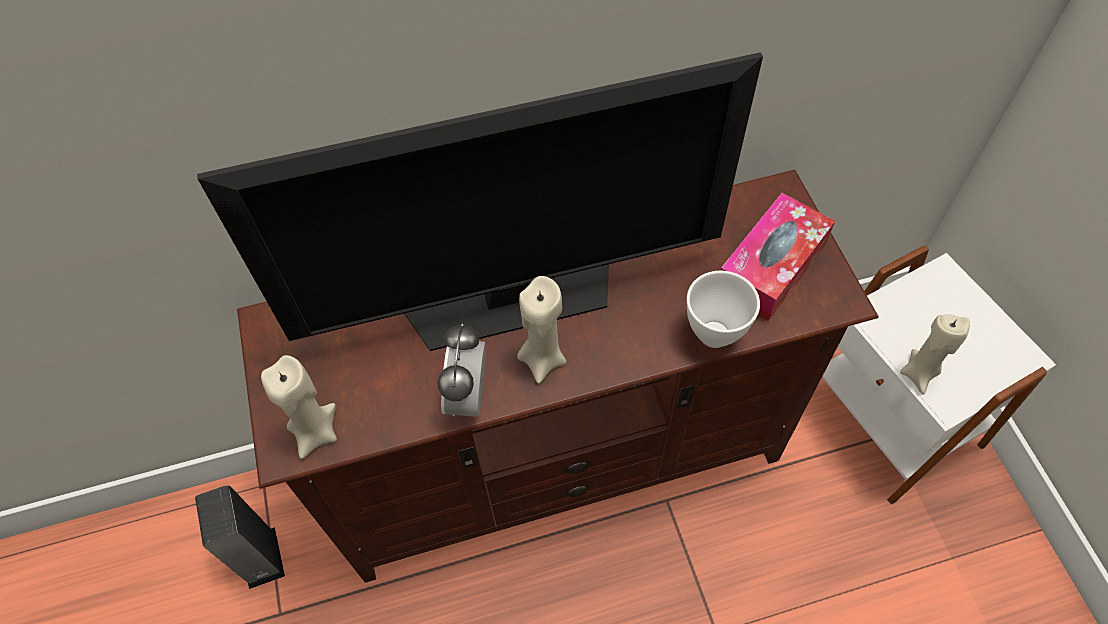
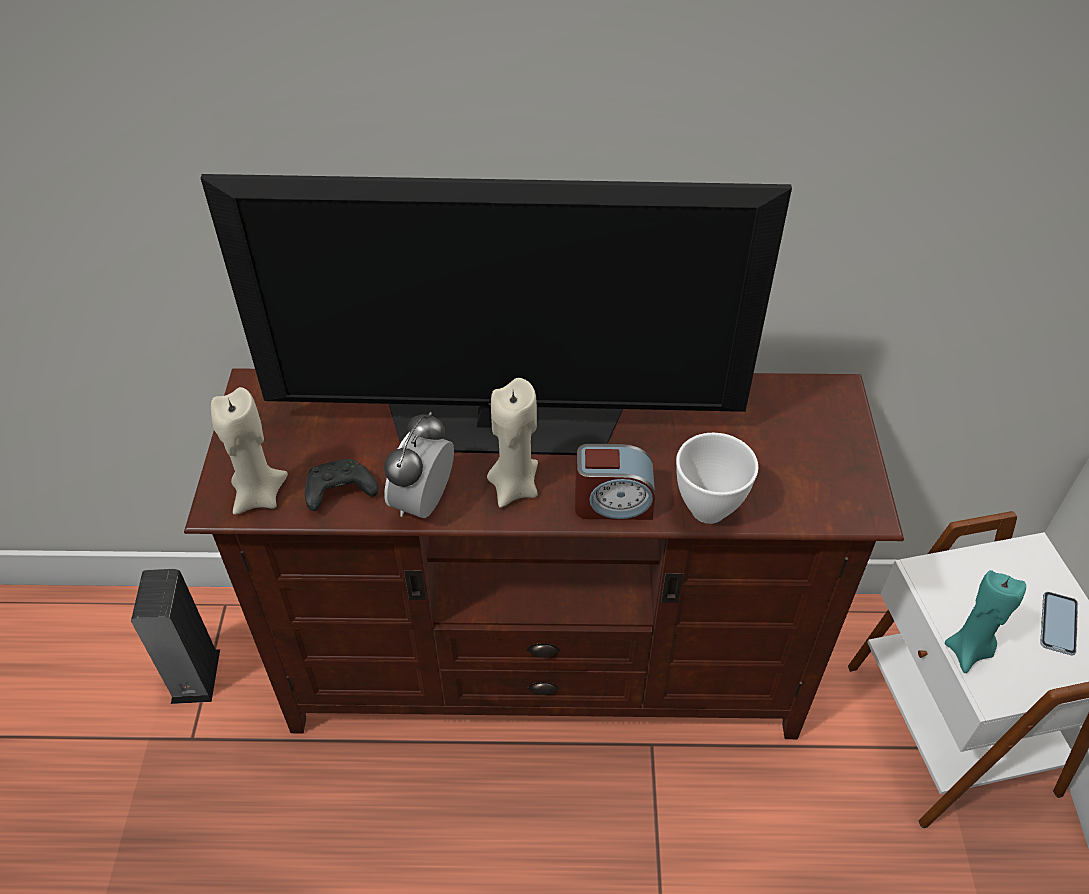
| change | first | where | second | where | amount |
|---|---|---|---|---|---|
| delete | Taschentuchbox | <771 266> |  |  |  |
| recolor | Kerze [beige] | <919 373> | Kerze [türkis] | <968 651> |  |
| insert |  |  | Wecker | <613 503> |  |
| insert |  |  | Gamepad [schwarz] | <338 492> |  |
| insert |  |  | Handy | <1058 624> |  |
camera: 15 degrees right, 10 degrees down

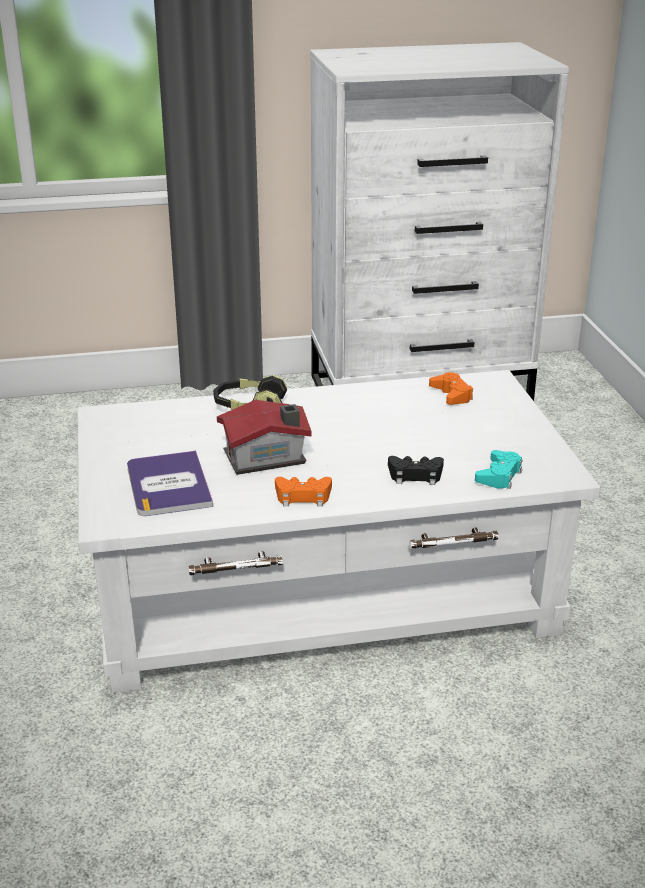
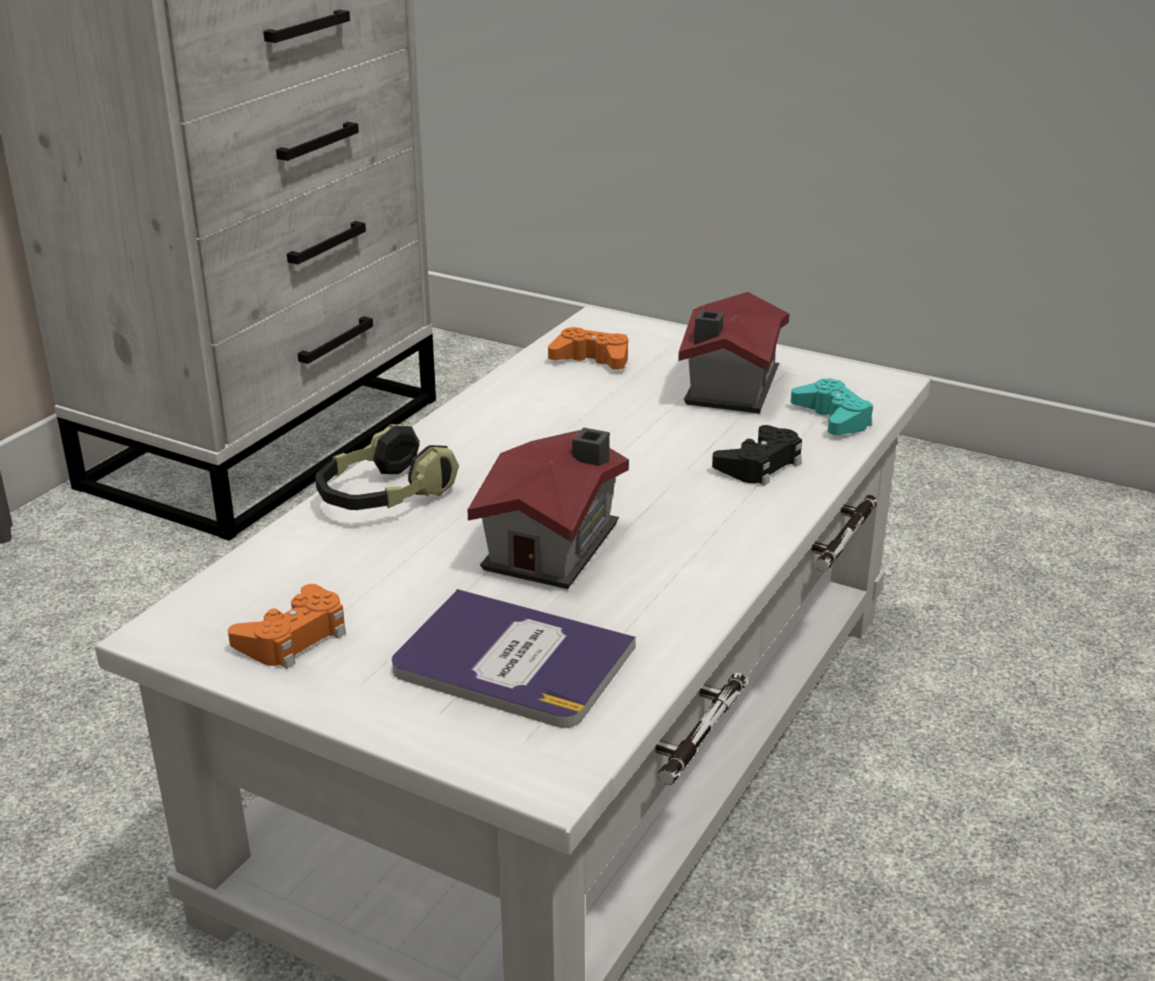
| change | first | where | second | where | amount |
|---|---|---|---|---|---|
| move | Gamepad [orange] | <303 496> |  | <294 637> |  |
| insert |  |  | Spielzeughaus | <728 387> |  |
camera: 50 degrees left, 0 degrees up

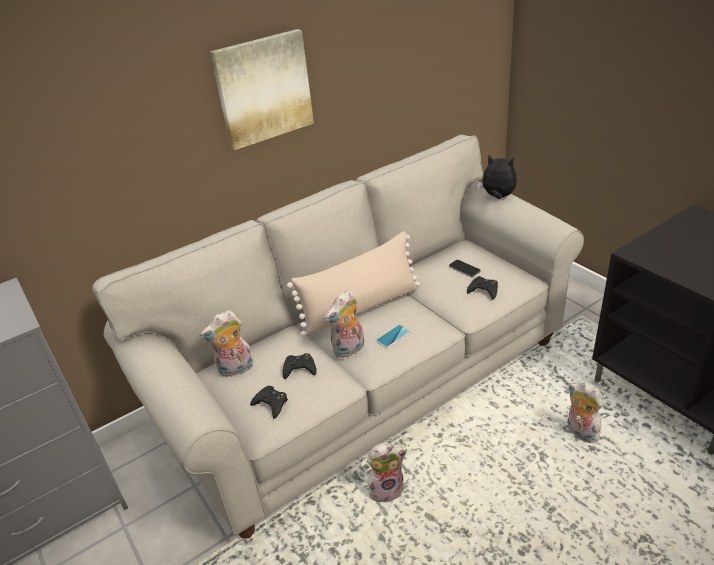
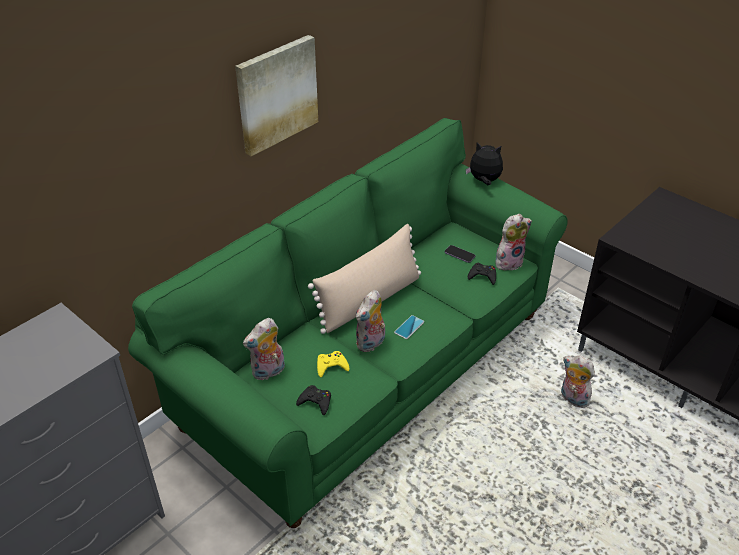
| change | first | where | second | where | amount |
|---|---|---|---|---|---|
| recolor | Sofa [beige] | <367 383> | Sofa [grün] | <369 370> |  |
| recolor | Gamepad [schwarz] | <299 369> | Gamepad [gelb] | <331 366> |  |
| move | Plüschtier | <387 489> |  | <509 261> |  |
camera: 15 degrees left, 5 degrees up

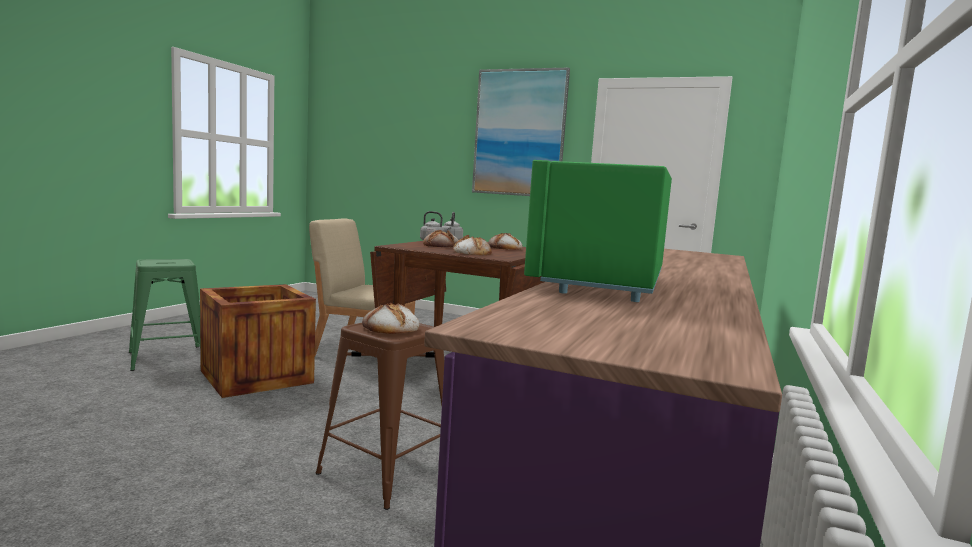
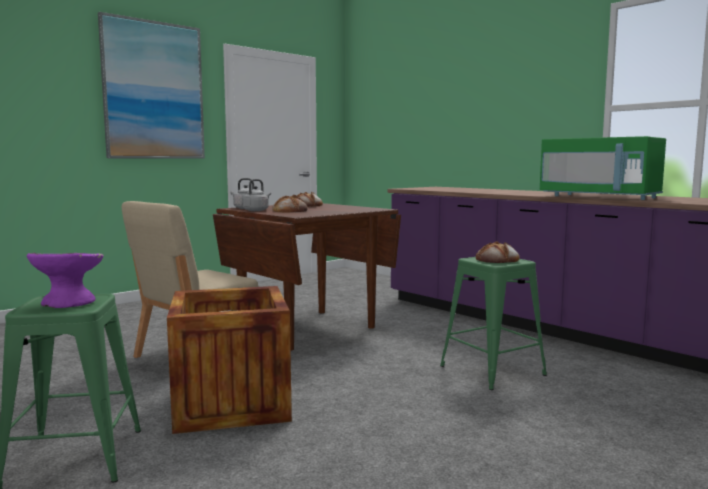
| change | first | where | second | where | amount |
|---|---|---|---|---|---|
| delete | Brot | <471 252> |  |  |  |
| recolor | Hocker [braun] | <386 471> | Hocker [grün] | <492 370> |  |
| insert |  |  | Schüssel [lila] | <68 302> |  |
camera: 65 degrees left, 0 degrees up

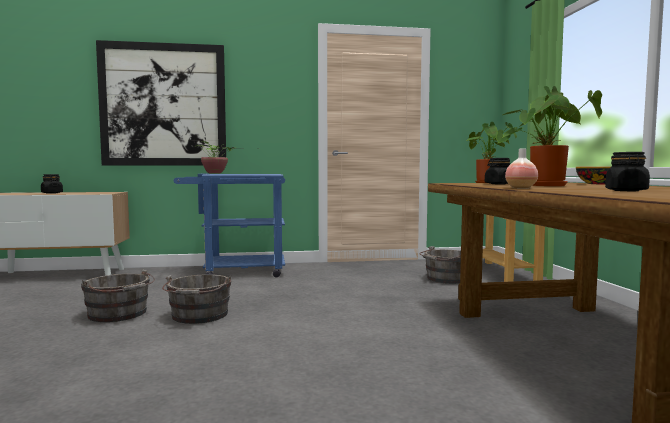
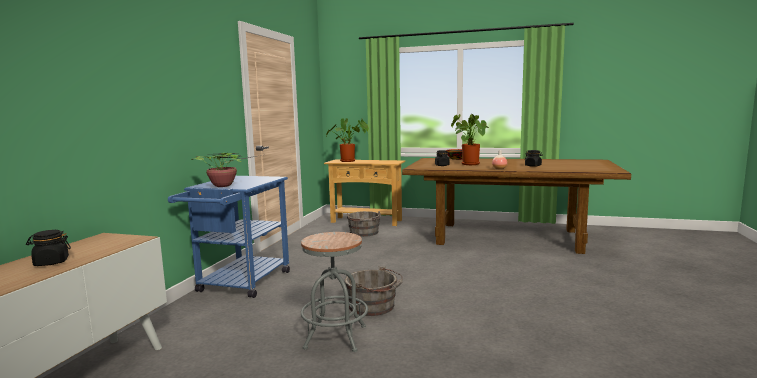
| change | first | where | second | where | amount |
|---|---|---|---|---|---|
| delete | Bild | <164 105> |  |  |  |
| replace | Eimer [grau] | <119 314> | Hocker [grau] | <335 337> |  |
camera: 65 degrees left, 5 degrees up

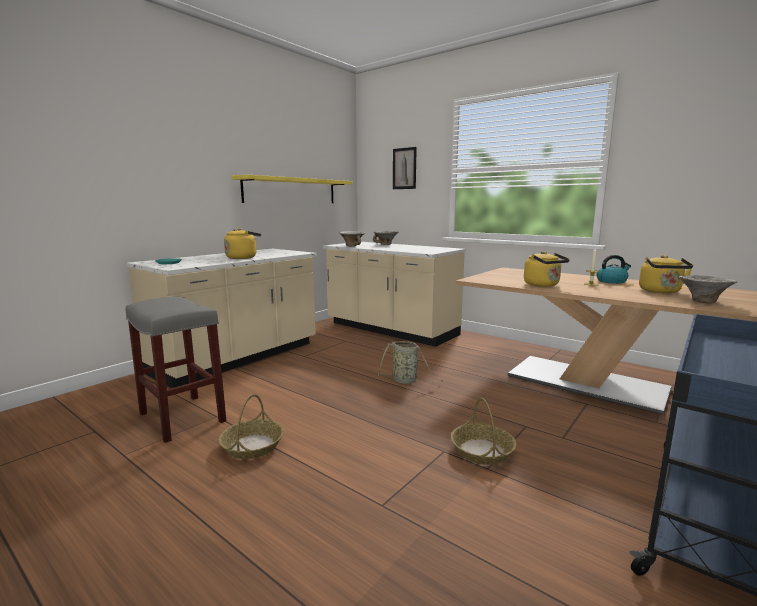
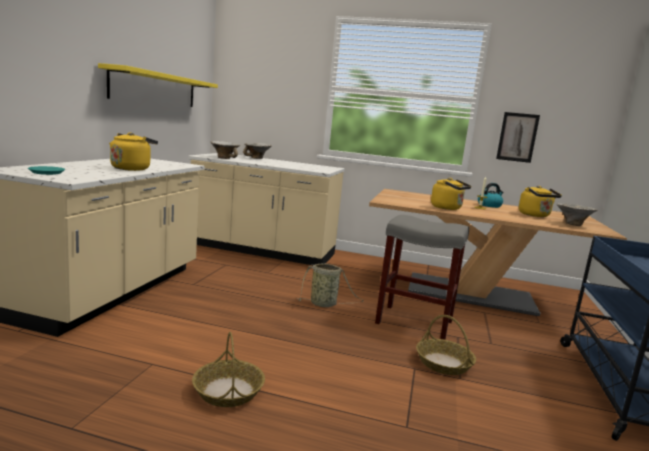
| change | first | where | second | where | amount |
|---|---|---|---|---|---|
| move | Bild | <404 168> |  | <517 137> |  |
| move | Hocker [grau] | <181 417> |  | <413 322> |  |
camera: 25 degrees left, 0 degrees up

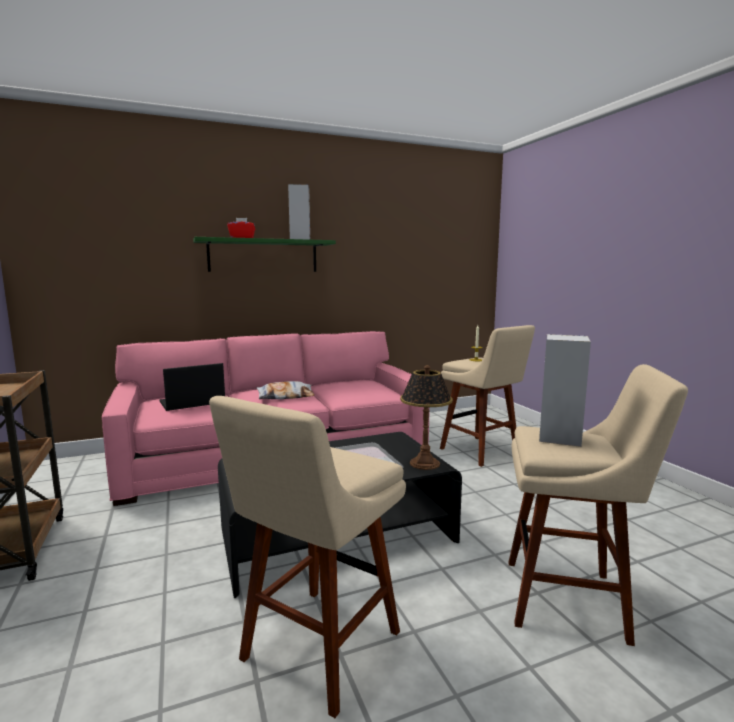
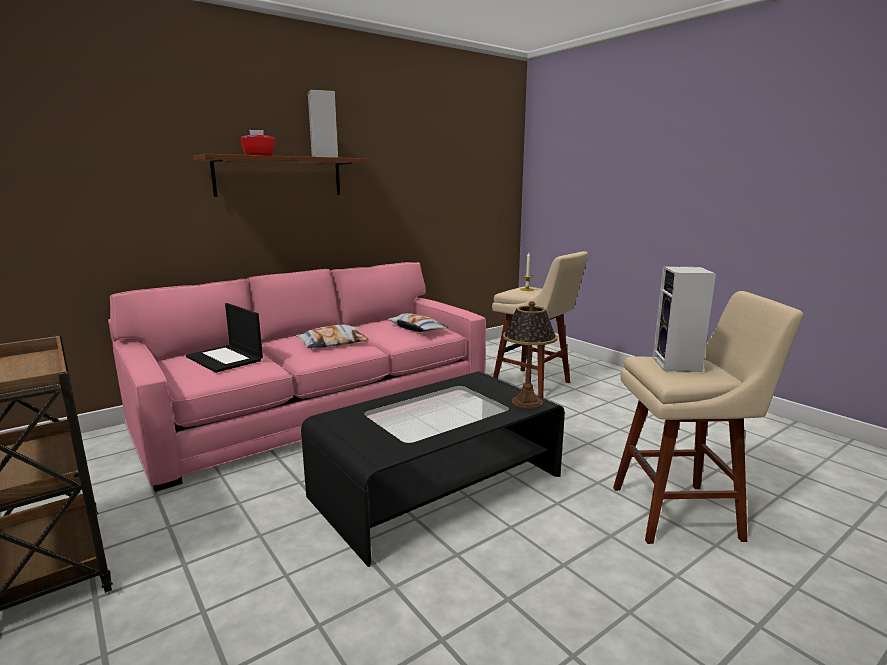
| change | first | where | second | where | amount |
|---|---|---|---|---|---|
| recolor | Wandregal [grün] | <263 256> | Wandregal [braun] | <279 176> |  |
| rotate | Laptop | <192 402> |  | <225 359> | 90 degrees counterclockwise |
| delete | Hocker [beige] | <316 650> |  |  |  |
| insert |  |  | Kissen | <417 328> |  |
camera: 15 degrees left, 5 degrees up

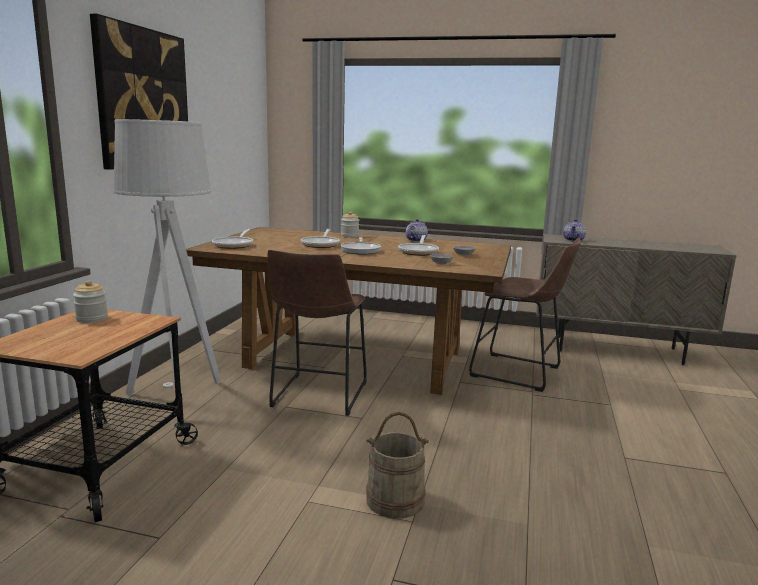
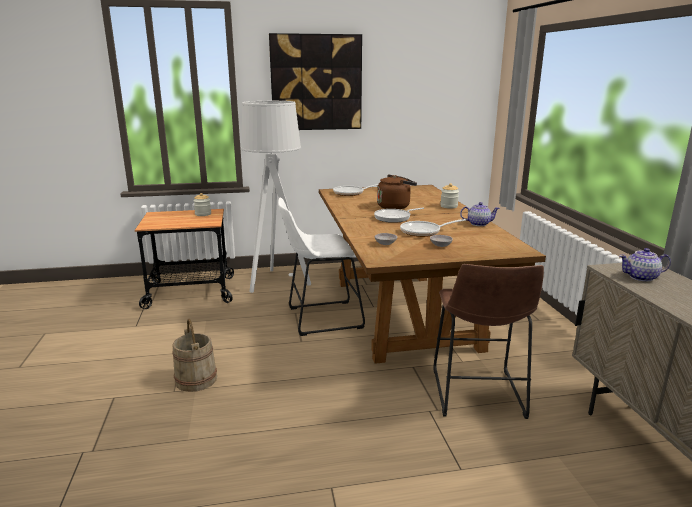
| change | first | where | second | where | amount |
|---|---|---|---|---|---|
| replace | Pfanne | <321 244> | Wasserkessel [braun] | <395 206> |  |
| recolor | Hocker [braun] | <317 396> | Hocker [weiß] | <320 318> |  |
camera: 65 degrees right, 5 degrees up

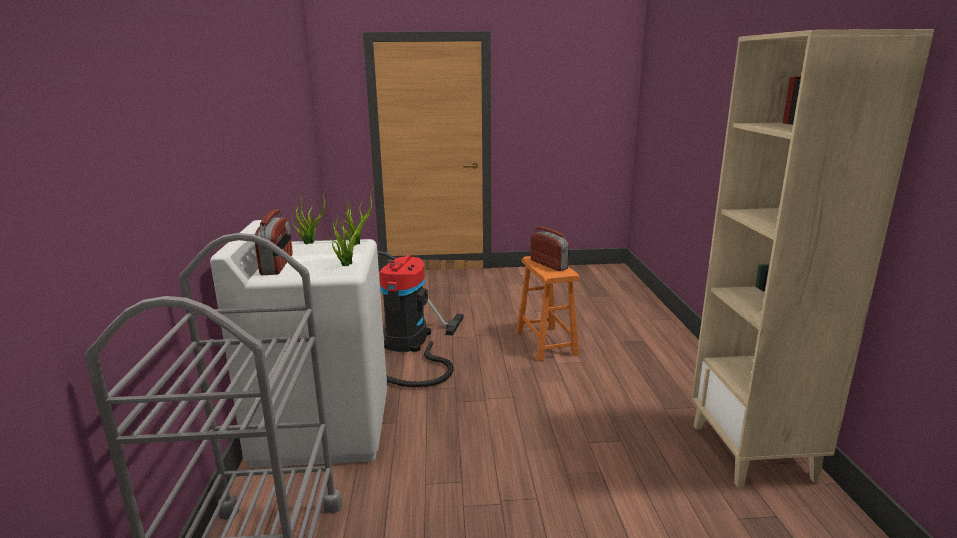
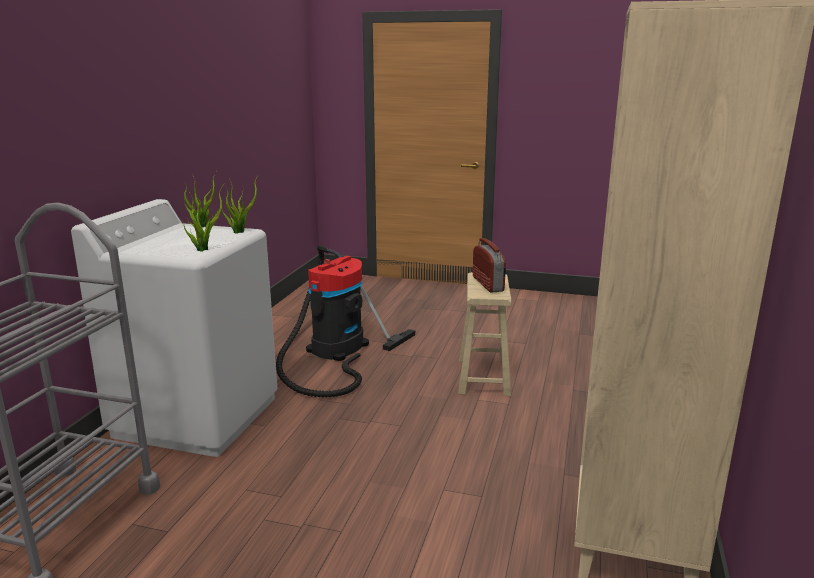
| change | first | where | second | where | amount |
|---|---|---|---|---|---|
| delete | Radio | <277 265> |  |  |  |
| recolor | Hocker [orange] | <546 343> | Hocker [beige] | <483 377> |  |
camera: 20 degrees right, 0 degrees up

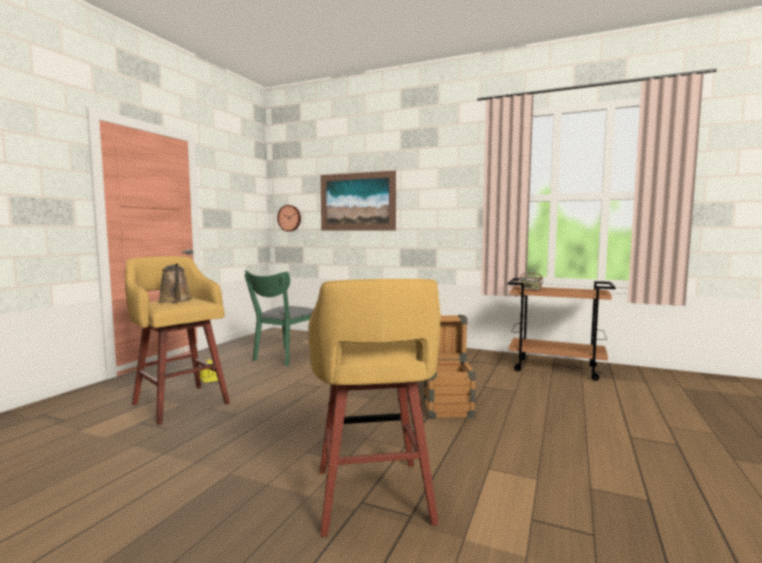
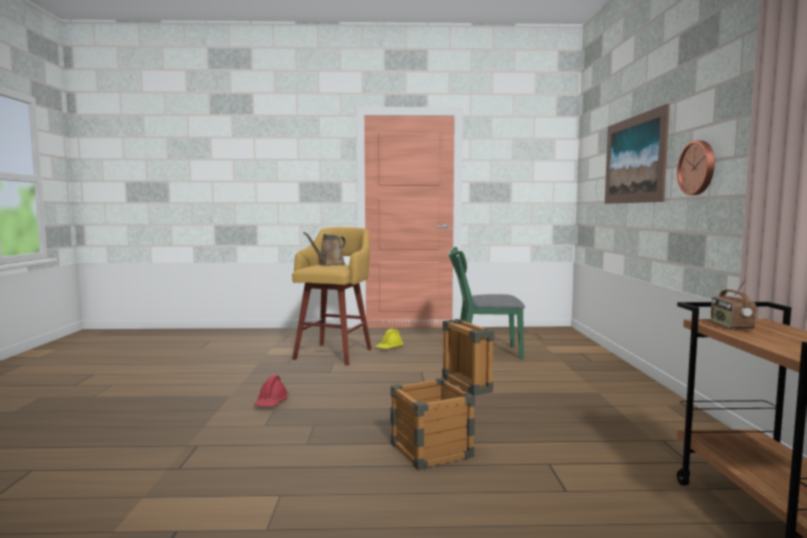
| change | first | where | second | where | amount |
|---|---|---|---|---|---|
| move | Wanduhr | <290 218> |  | <698 168> |  |
| delete | Hocker [gelb] | <373 498> |  |  |  |
| insert |  |  | Schutzhelm [rot] | <271 403> |  |
camera: 65 degrees right, 0 degrees up

